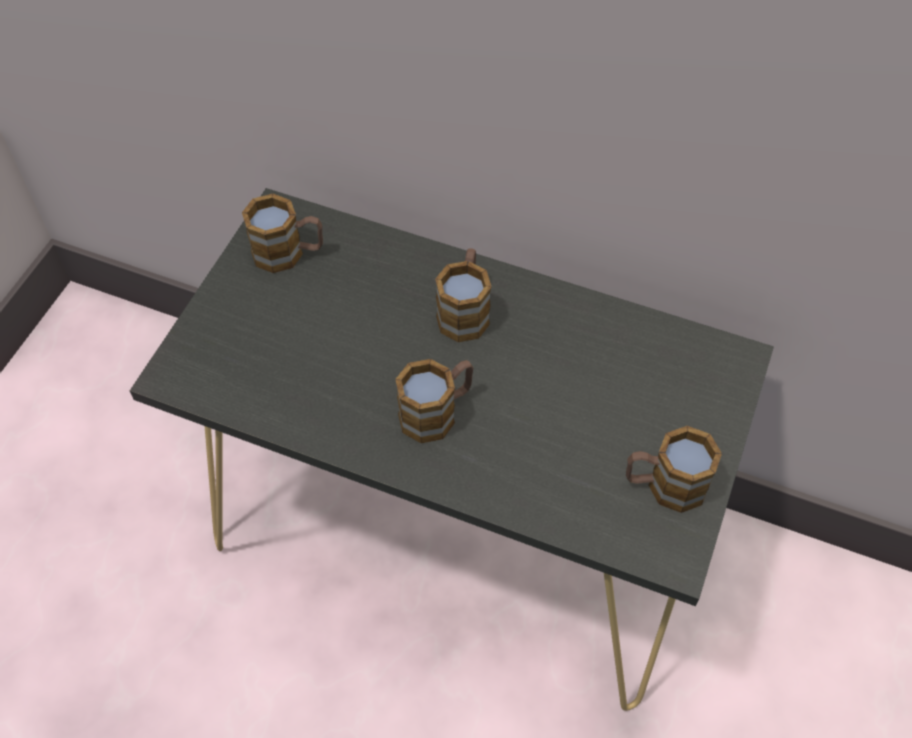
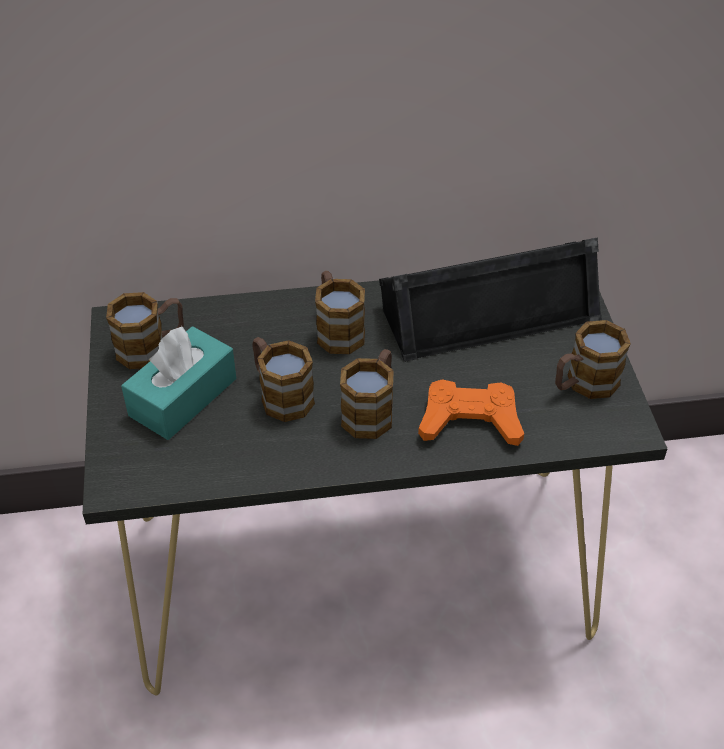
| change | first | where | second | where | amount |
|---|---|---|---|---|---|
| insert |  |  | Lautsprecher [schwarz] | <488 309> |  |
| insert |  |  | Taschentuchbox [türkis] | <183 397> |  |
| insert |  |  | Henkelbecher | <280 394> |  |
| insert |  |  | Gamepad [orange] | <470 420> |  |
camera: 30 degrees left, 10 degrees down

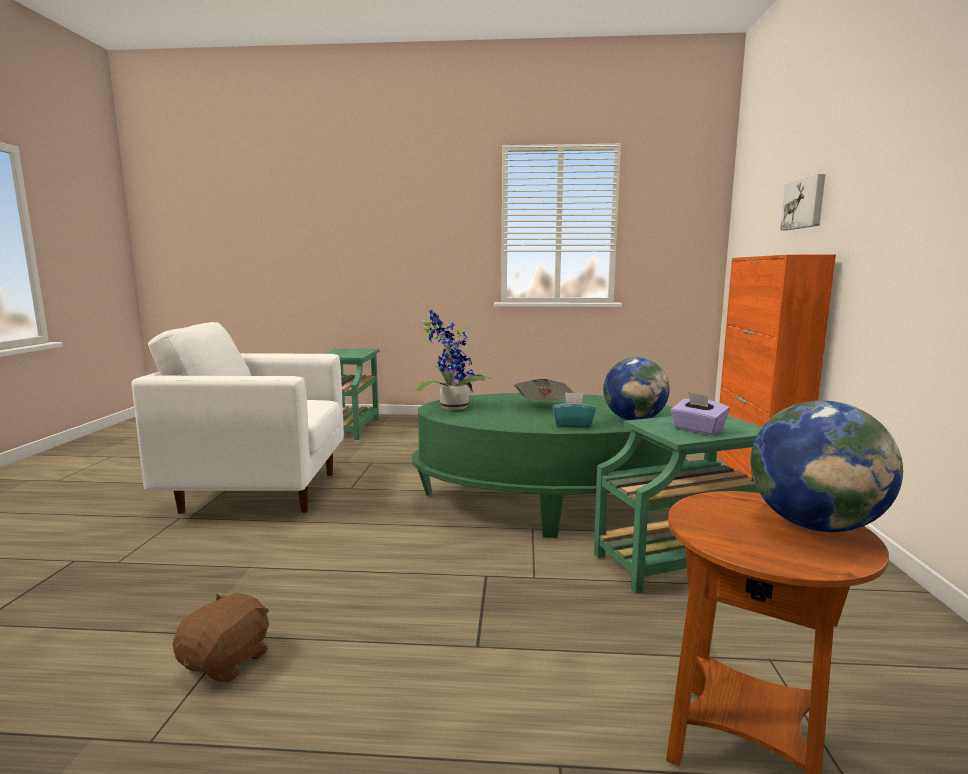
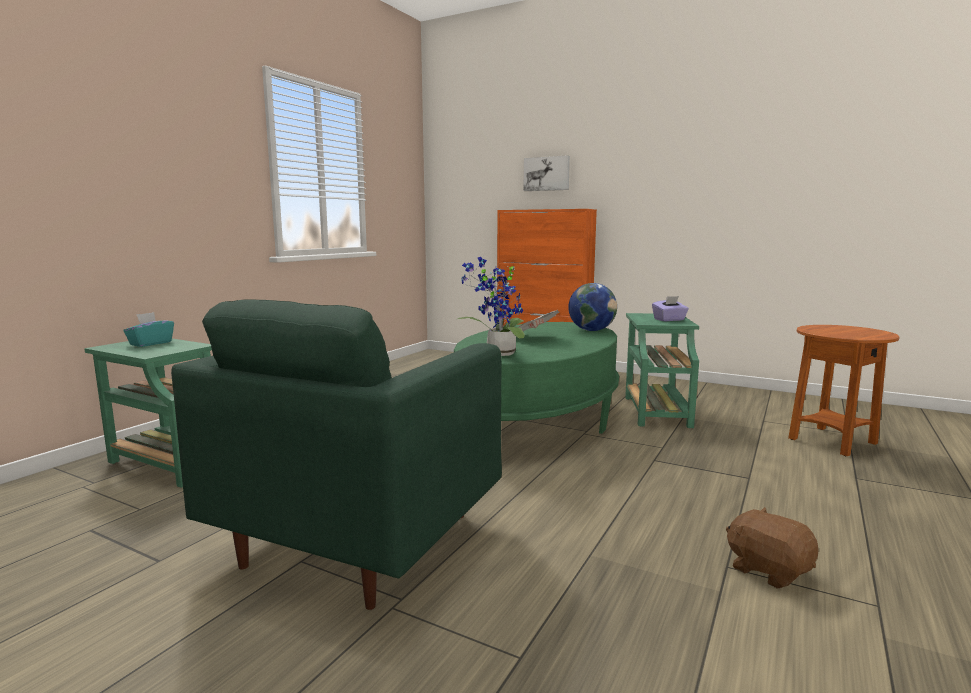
| change | first | where | second | where | amount |
|---|---|---|---|---|---|
| recolor | Sessel [weiß] | <260 491> | Sessel [grün] | <358 540> |  |
| move | Taschentuchbox [türkis] | <573 425> |  | <150 343> |  |
| delete | Globus | <814 525> |  |  |  |
camera: 65 degrees left, 0 degrees up

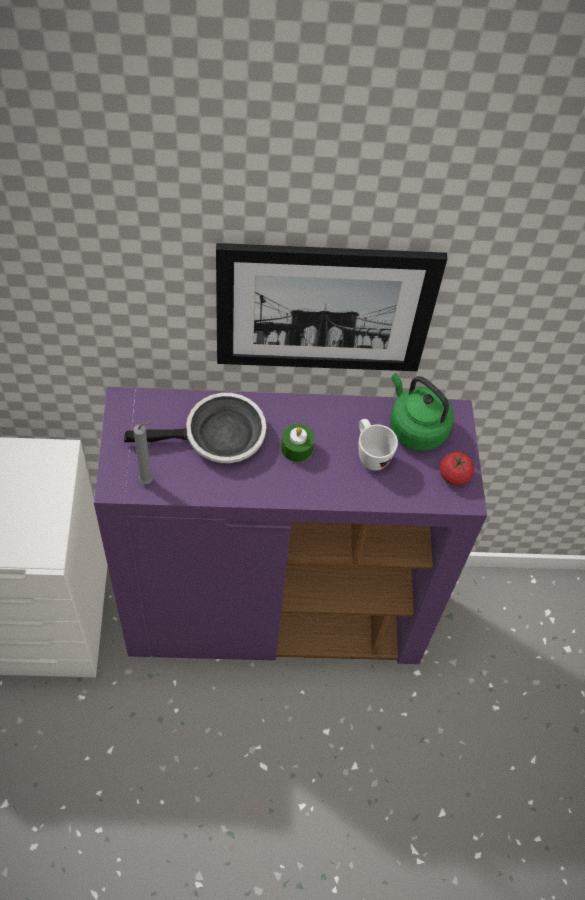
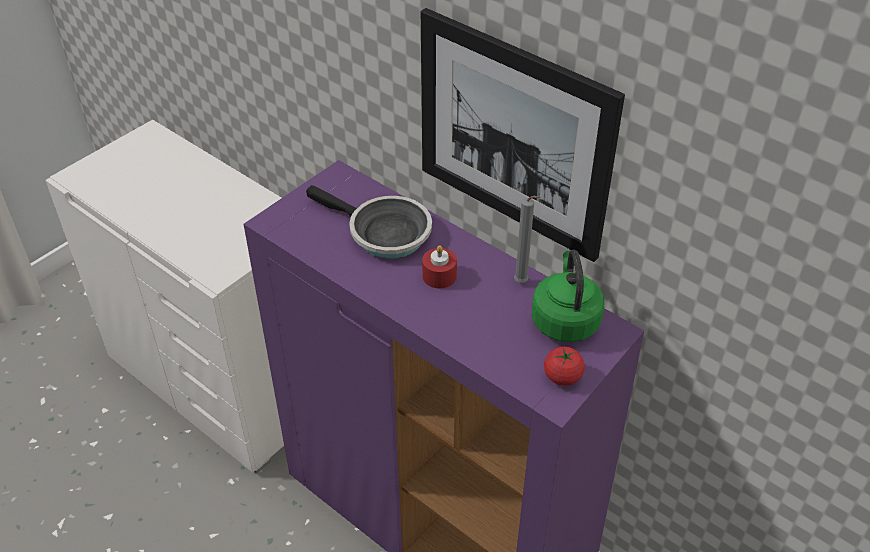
| change | first | where | second | where | amount |
|---|---|---|---|---|---|
| delete | Henkelbecher [weiß] | <370 454> |  |  |  |
| move | Kerze [grau] | <148 481> |  | <522 283> |  |
| recolor | Kerze [grün] | <297 448> | Kerze [rot] | <439 276> |  |
camera: 45 degrees right, 15 degrees down

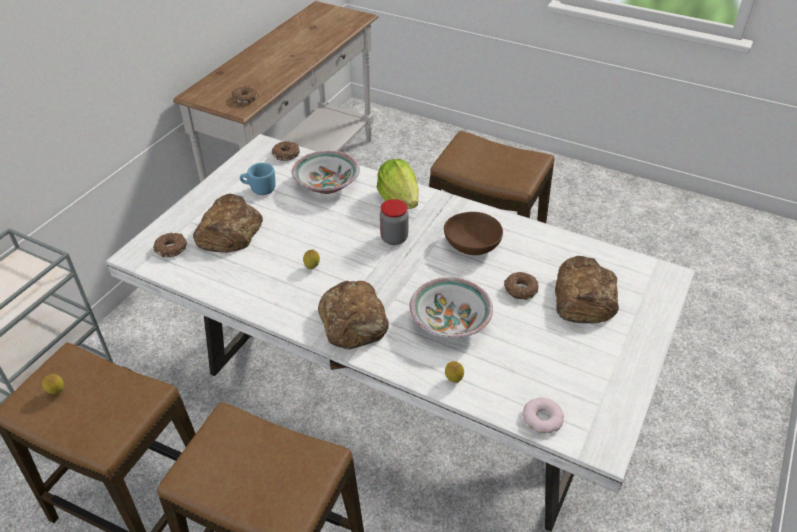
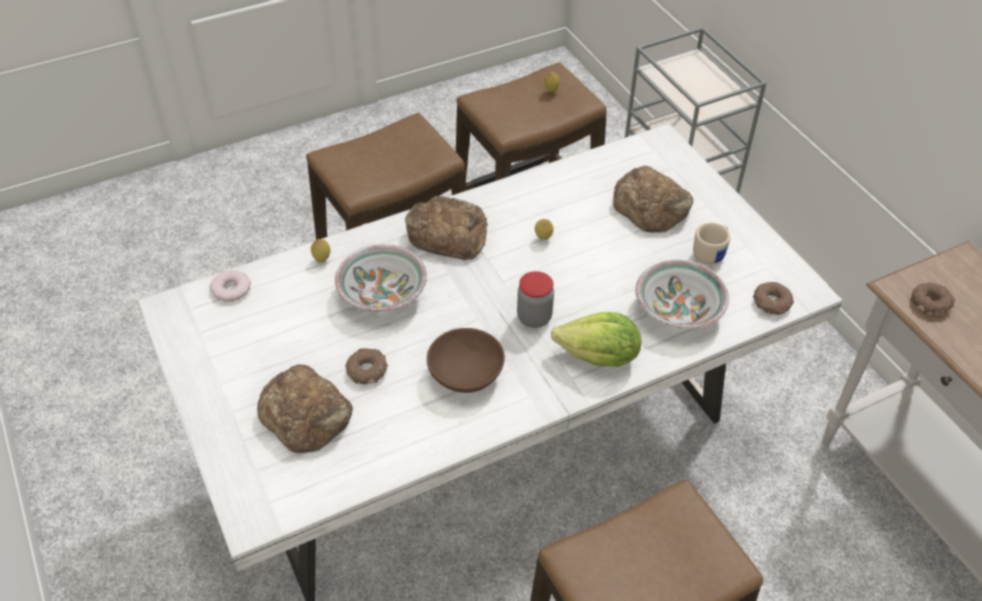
| change | first | where | second | where | amount |
|---|---|---|---|---|---|
| recolor | Henkelbecher [blau] | <259 189> | Henkelbecher [beige] | <711 253> |  |
| delete | Donut | <172 248> |  |  |  |
camera: 125 degrees right, 5 degrees up

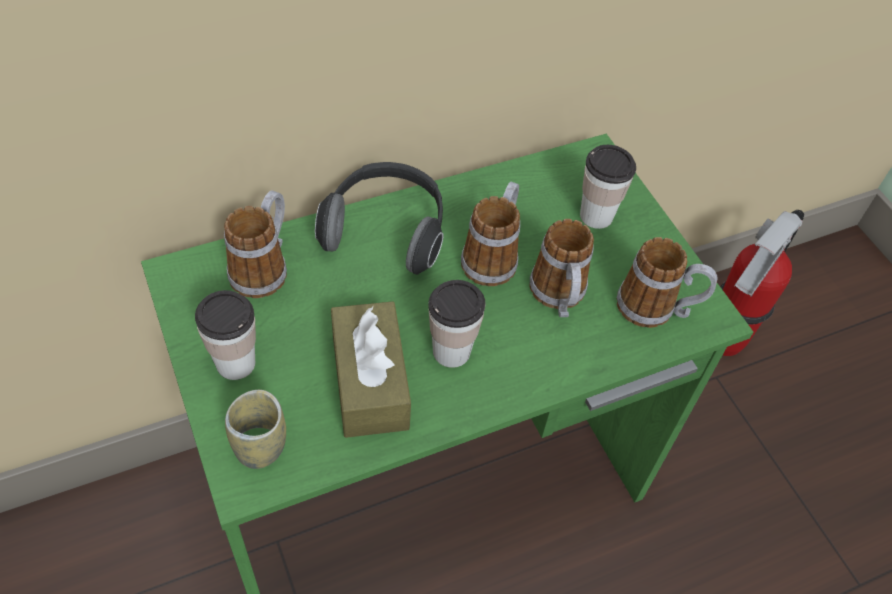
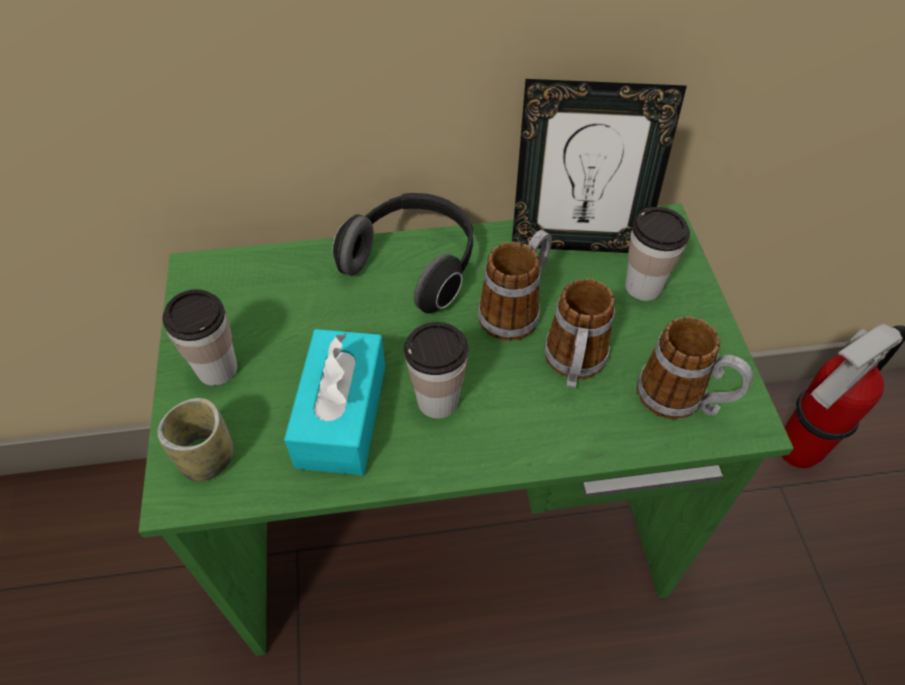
| change | first | where | second | where | amount |
|---|---|---|---|---|---|
| delete | Henkelbecher | <264 267> |  |  |  |
| recolor | Taschentuchbox [braun] | <370 382> | Taschentuchbox [türkis] | <341 415> |  |
| insert |  |  | Bilderrahmen | <577 242> |  |
camera: 20 degrees right, 0 degrees up

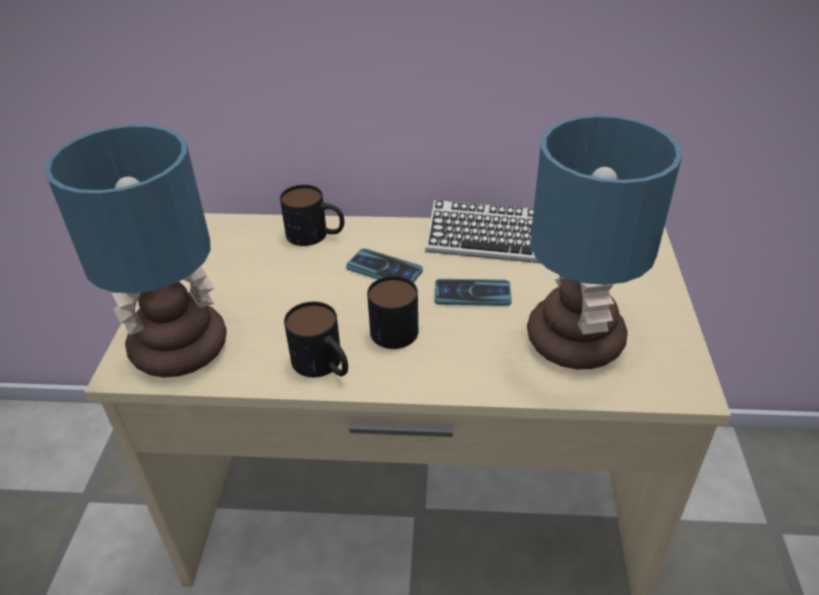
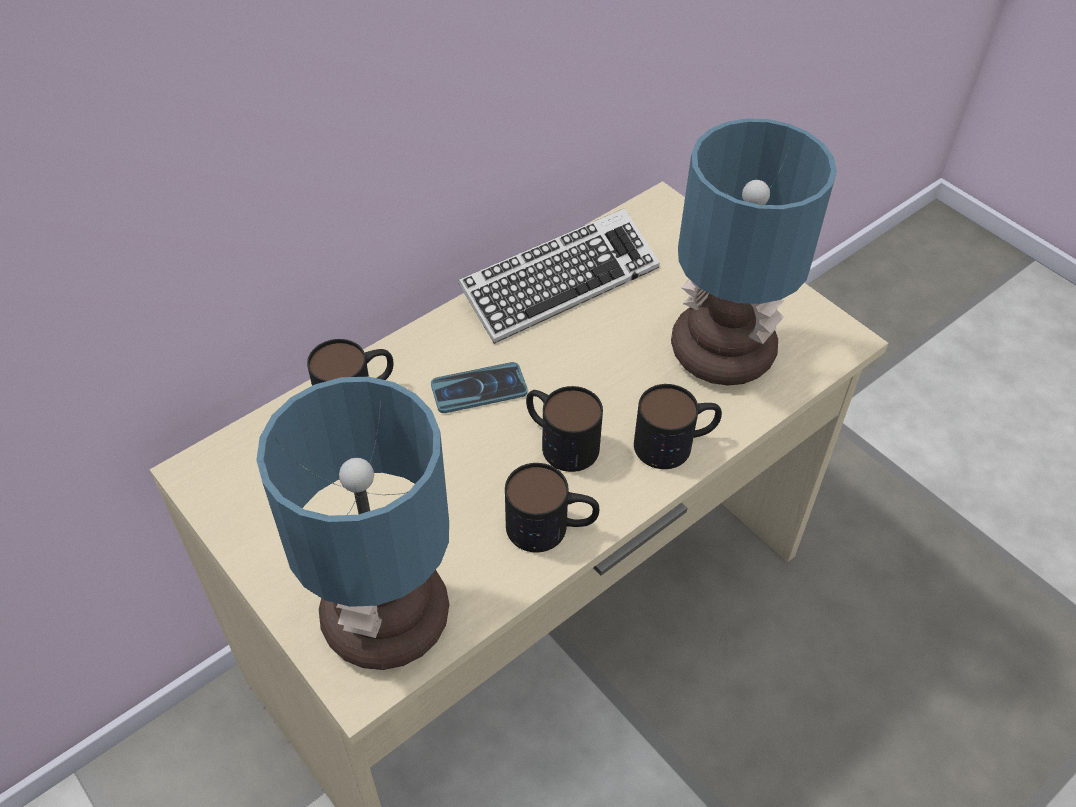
| change | first | where | second | where | amount |
|---|---|---|---|---|---|
| delete | Handy | <472 293> |  |  |  |
| insert |  |  | Henkelbecher | <676 443> |  |
camera: 45 degrees left, 10 degrees up

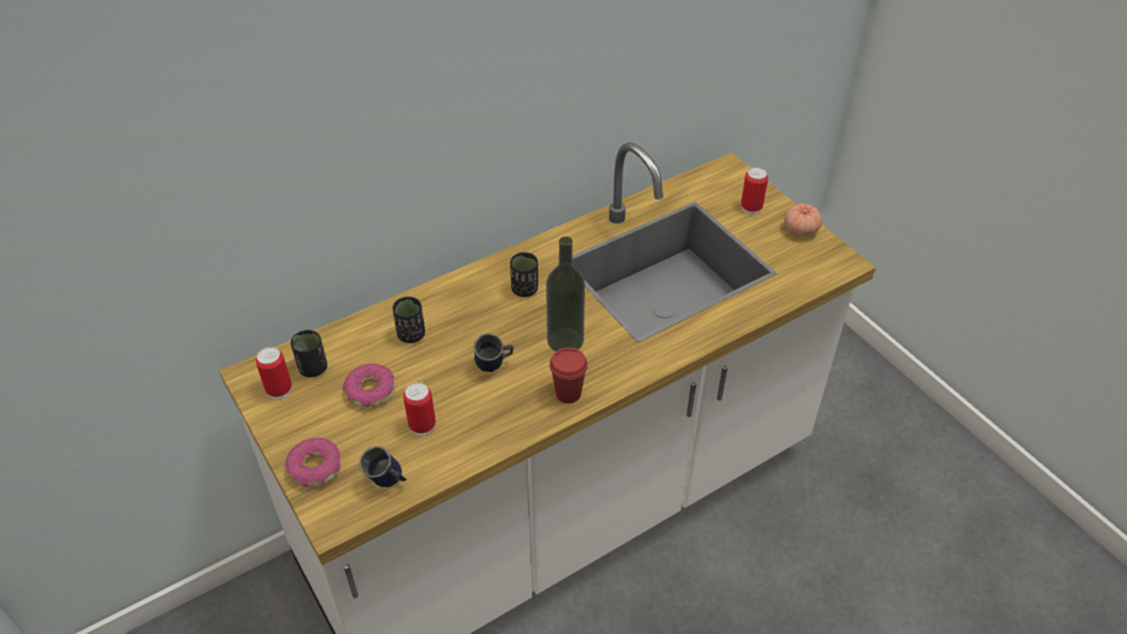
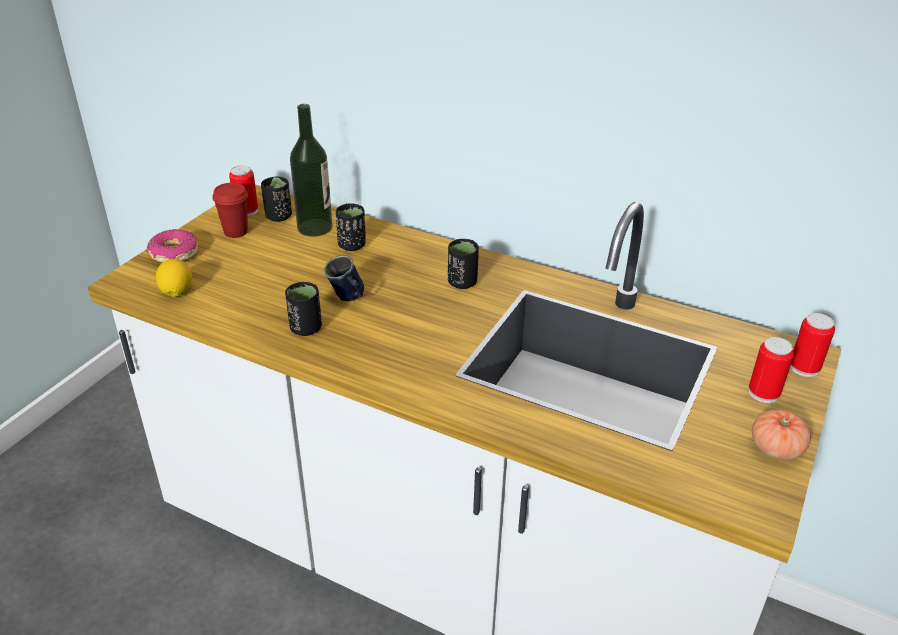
| change | first | where | second | where | amount |
|---|---|---|---|---|---|
| move | Flasche | <565 340> |  | <315 227> |  |
| move | Tasse [rot] | <568 393> |  | <236 232> |  |
| delete | Donut | <370 391> |  |  |  |
| move | Dose | <422 425> |  | <804 368> |  |
| replace | Henkelbecher [blau] | <388 483> | Zitrone | <176 292> |  |
| insert |  |  | Tasse [schwarz] | <306 329> |  |
camera: 60 degrees right, 10 degrees down

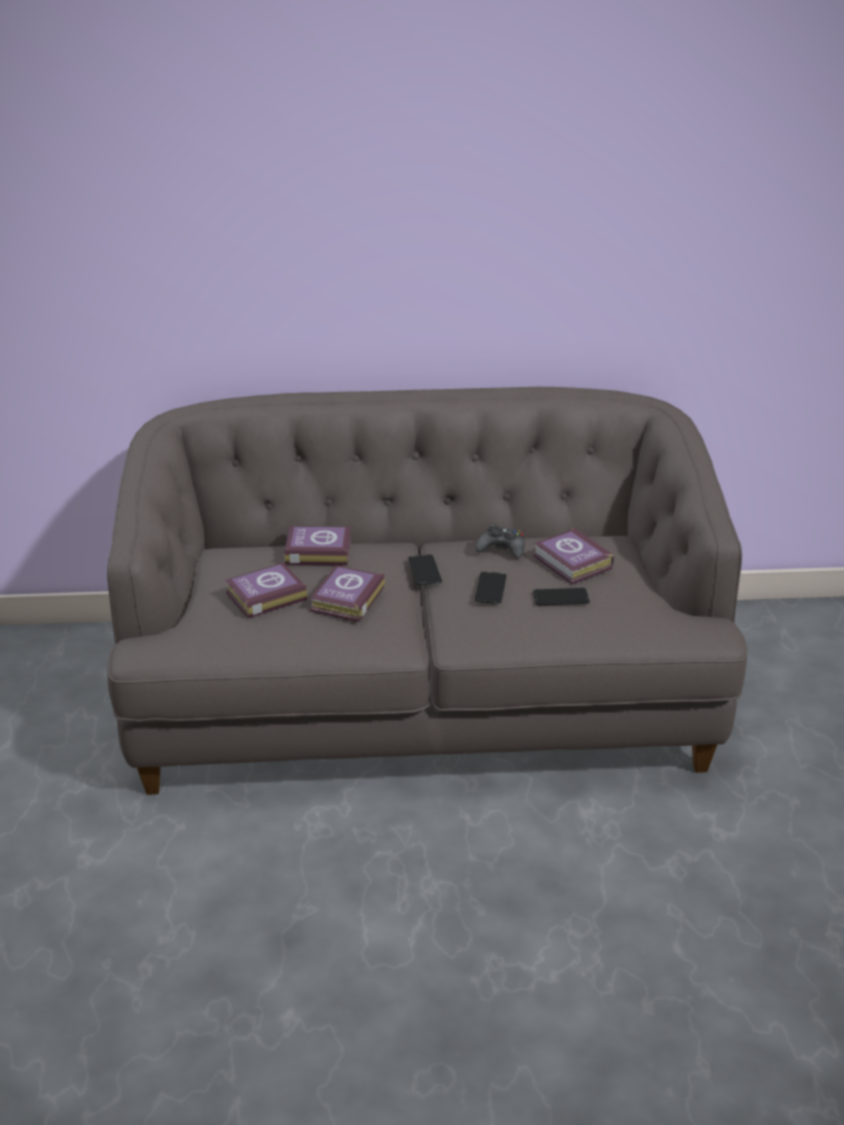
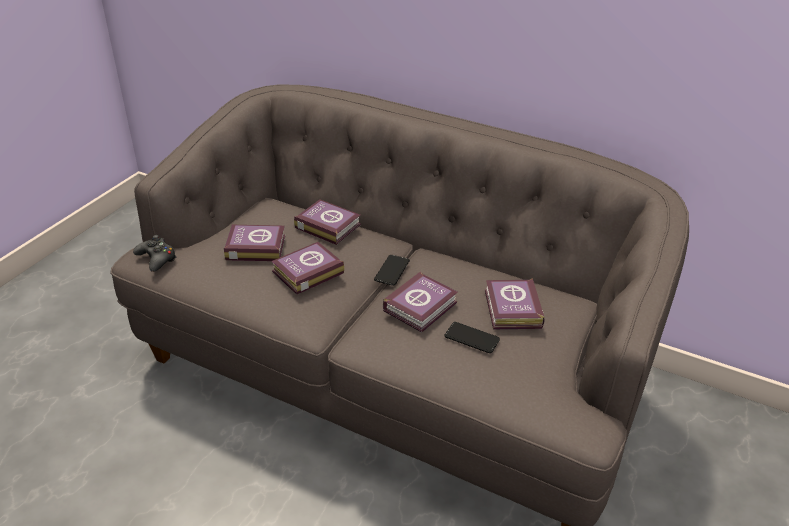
| change | first | where | second | where | amount |
|---|---|---|---|---|---|
| move | Gamepad [schwarz] | <502 549> |  | <157 258> |  |
| replace | Handy | <490 588> | Buch | <422 306> |  |
camera: 30 degrees right, 5 degrees up

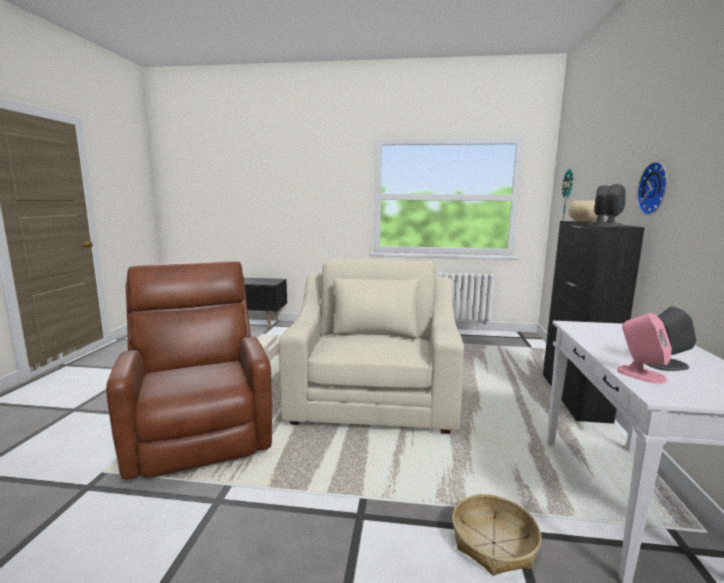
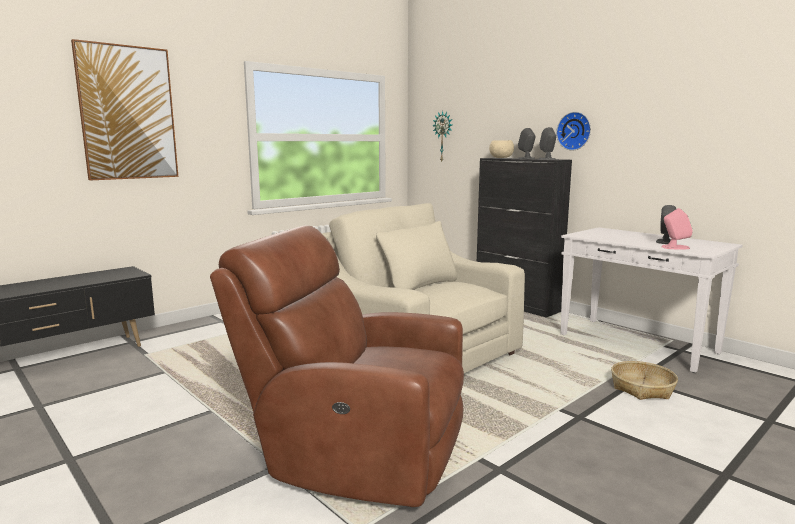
| change | first | where | second | where | amount |
|---|---|---|---|---|---|
| insert |  |  | Bild | <128 113> |  |
camera: 50 degrees left, 0 degrees up

